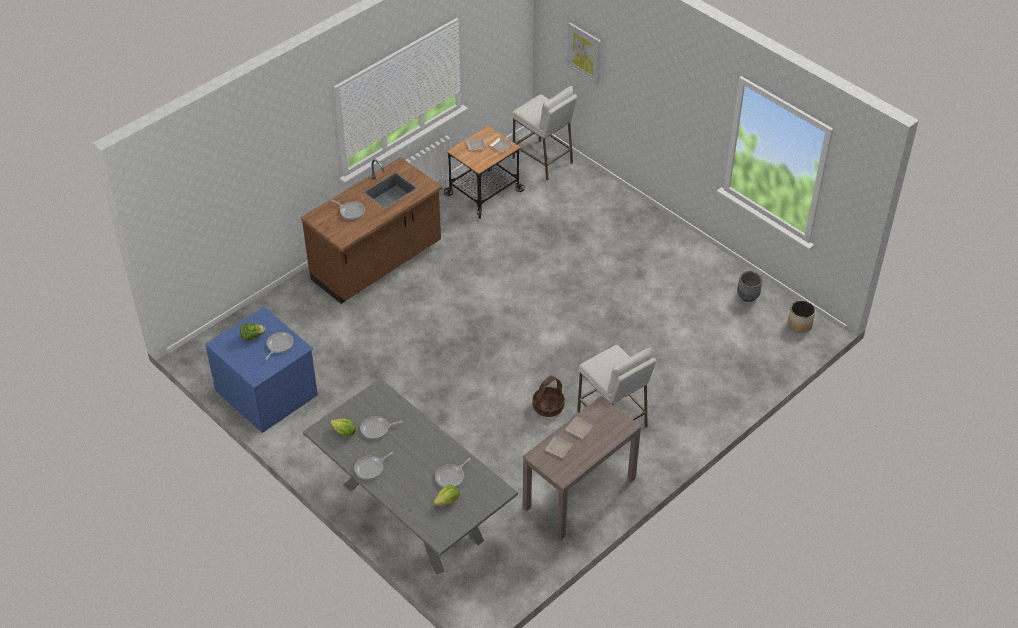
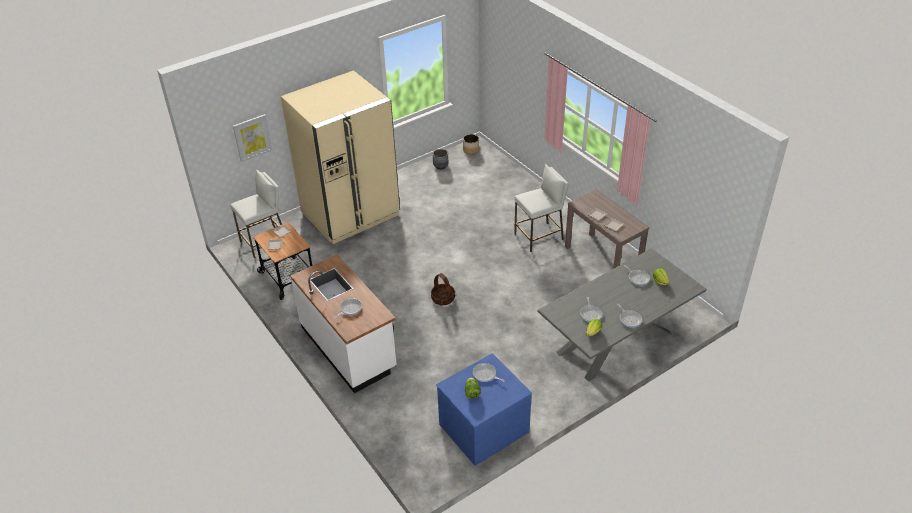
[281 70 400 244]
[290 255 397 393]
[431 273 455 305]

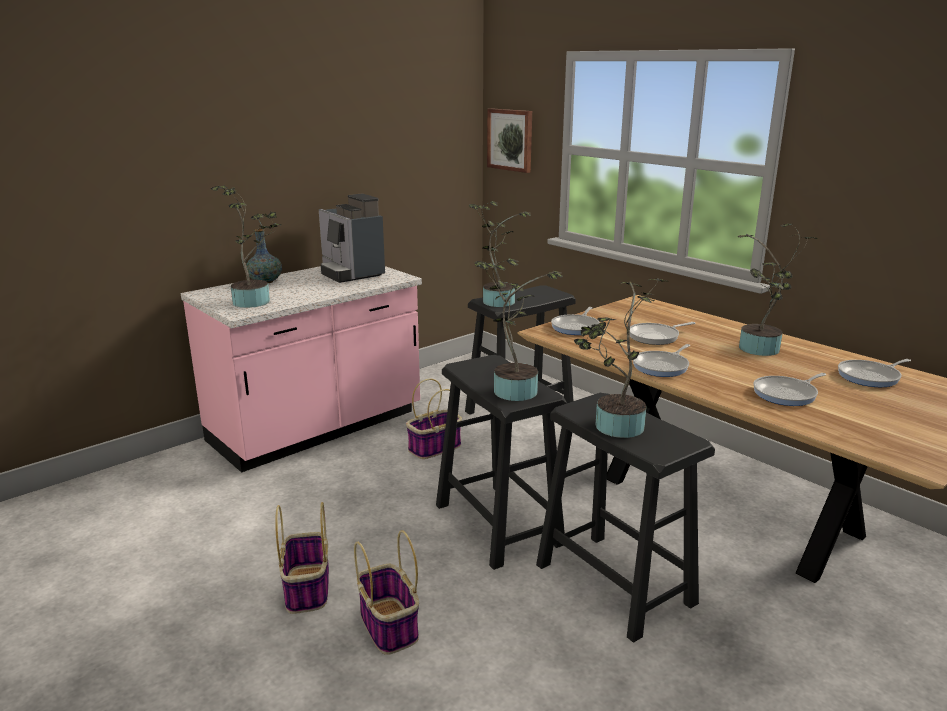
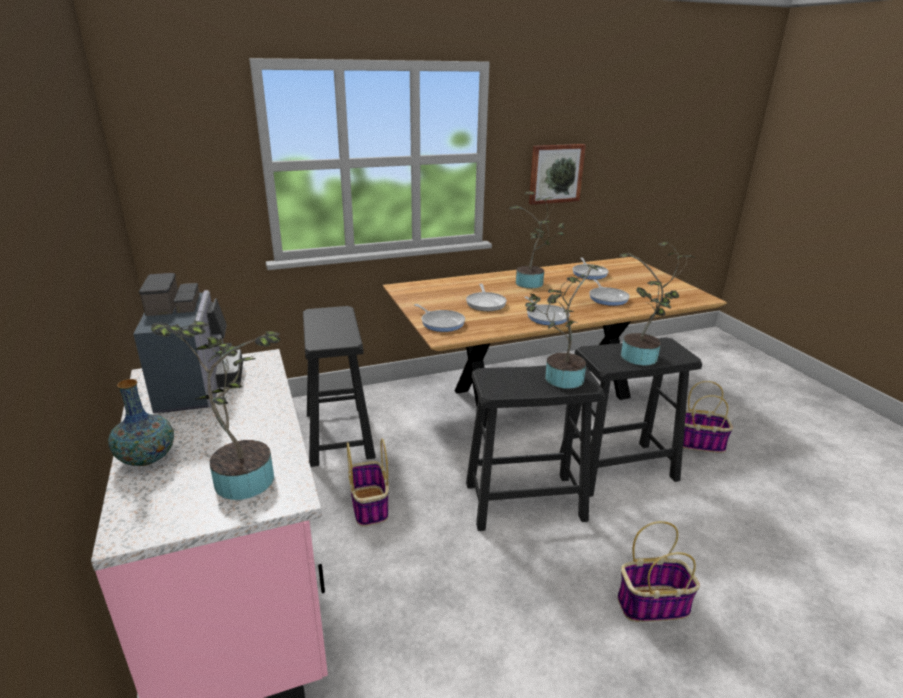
[134 273 243 413]
[529 144 586 205]
[683 381 733 453]
[469 201 531 307] (first image)

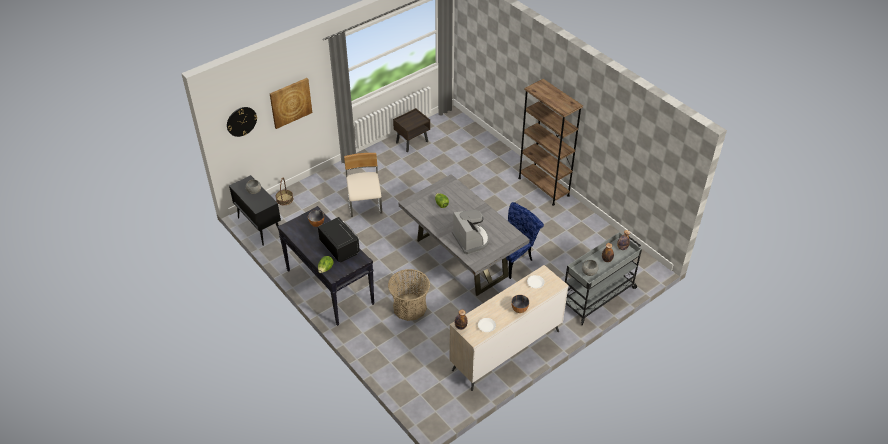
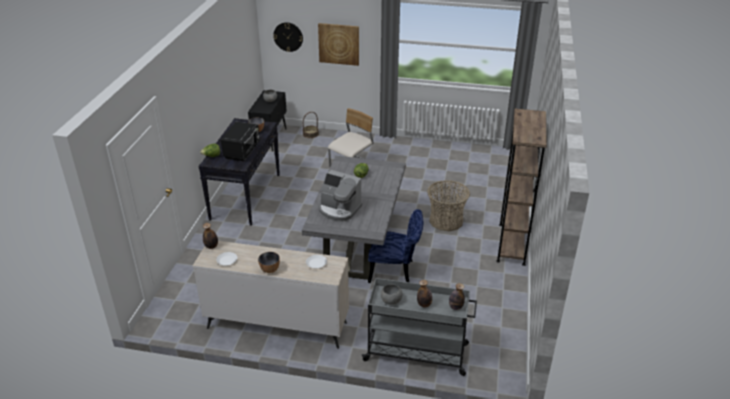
[319 170 362 222]
[427 180 470 231]
[393 108 430 152] (first image)

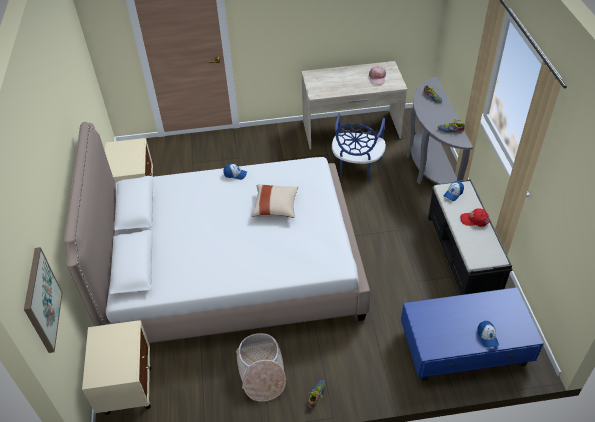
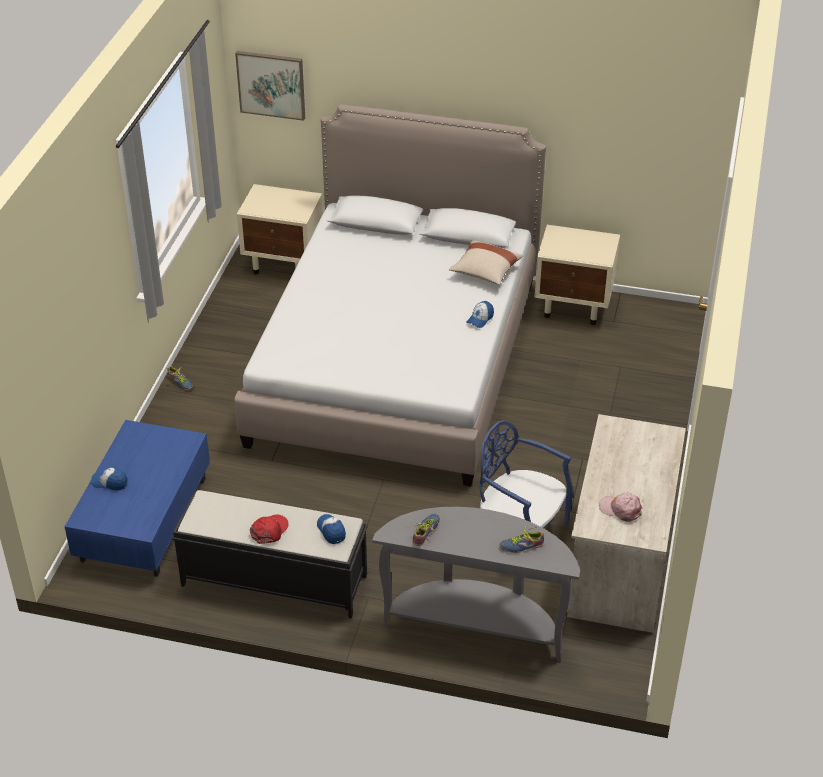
[449 240 523 285]
[236 333 286 402] (first image)

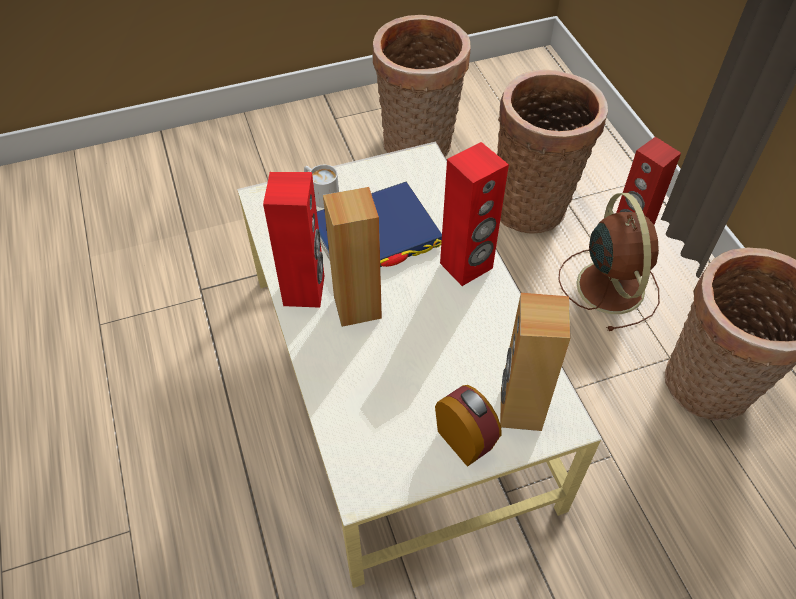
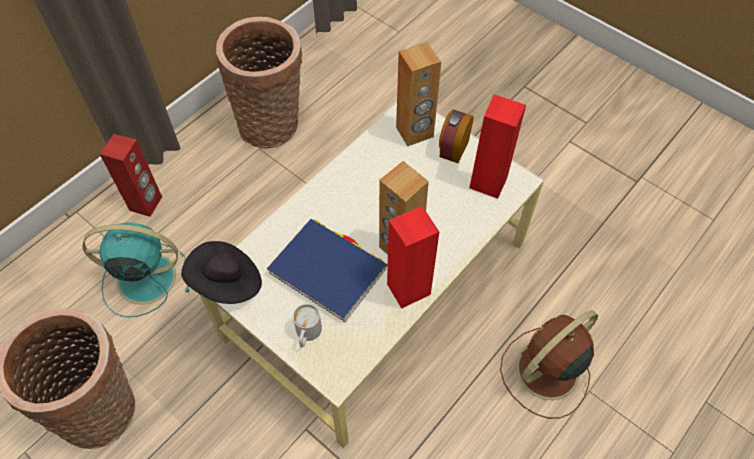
[82 222 189 317]
[181 241 262 304]
[469 94 526 199]
[500 310 598 419]

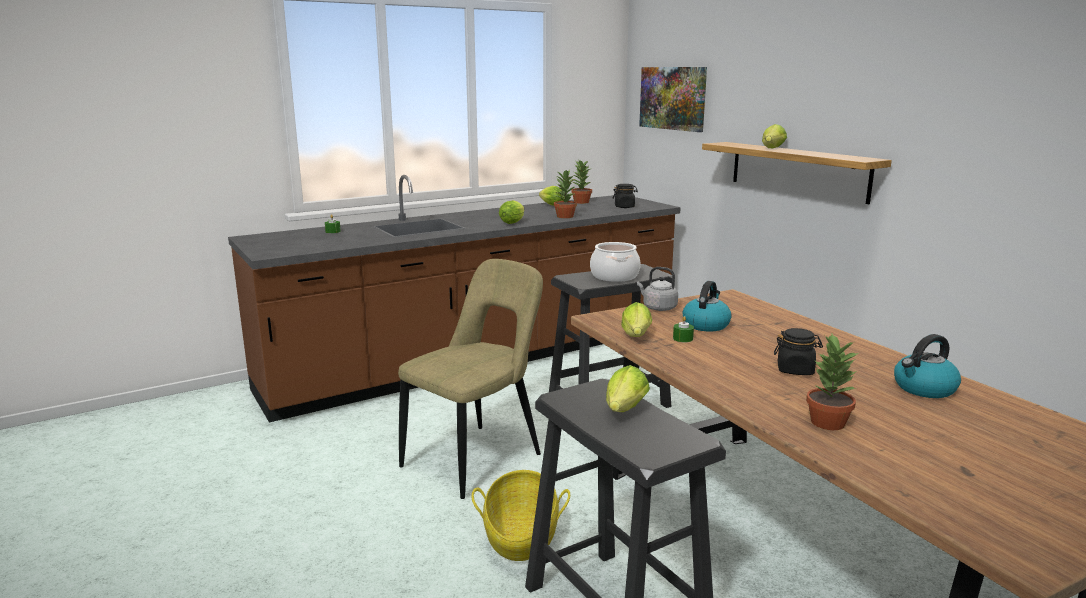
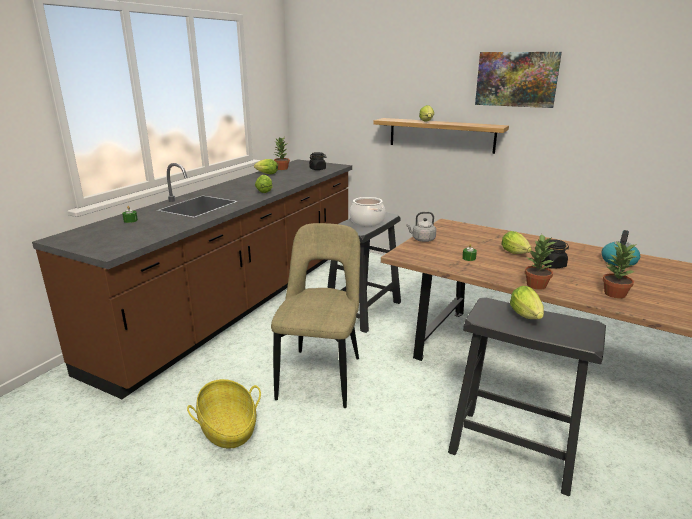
[187 379 261 449]
[475 52 562 108]
[501 231 532 254]
[525 235 556 290]
[683 281 732 332] (first image)

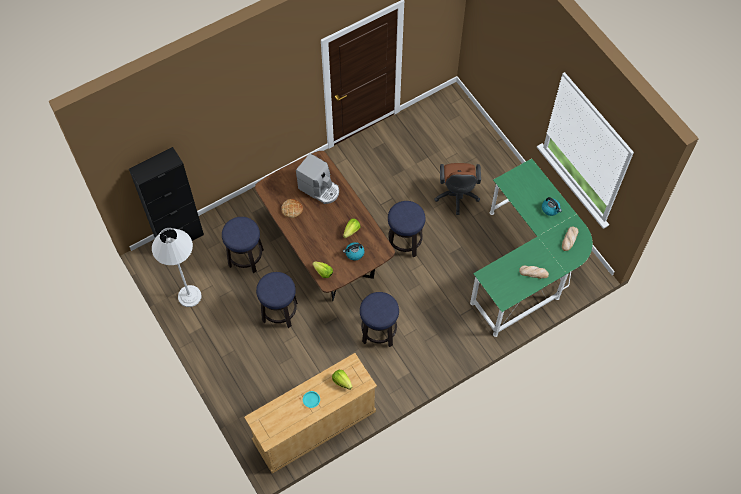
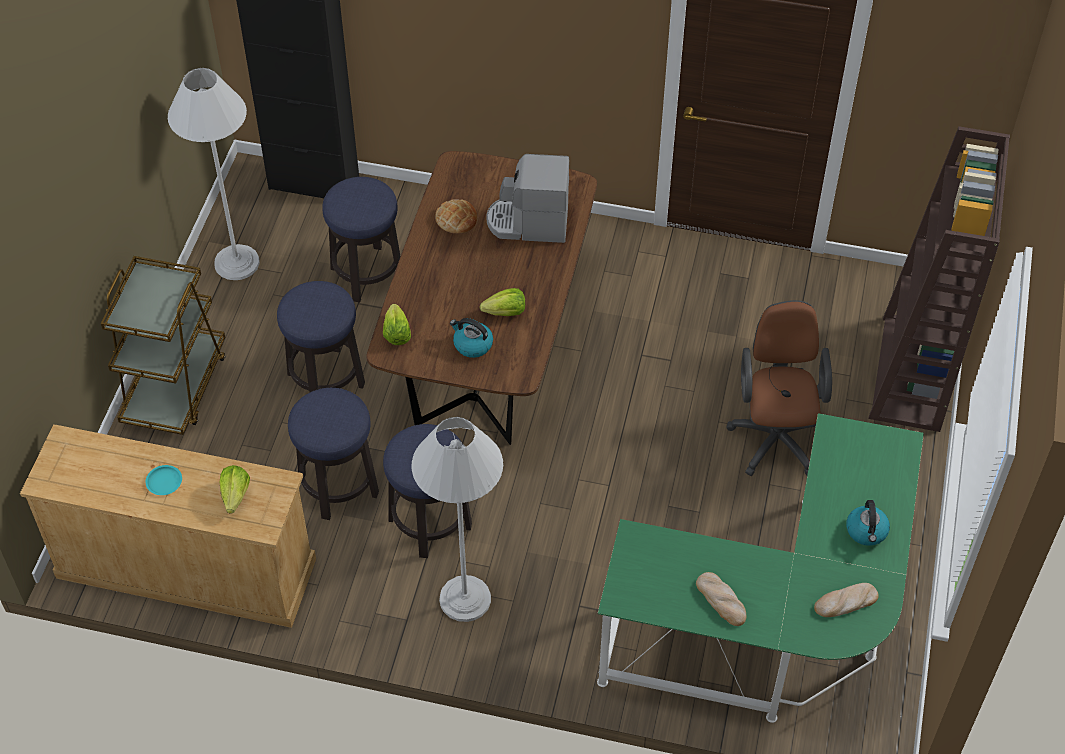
[101 256 226 435]
[288 388 379 520]
[411 417 503 622]
[486 154 569 243]
[726 300 832 476]
[868 126 1010 432]

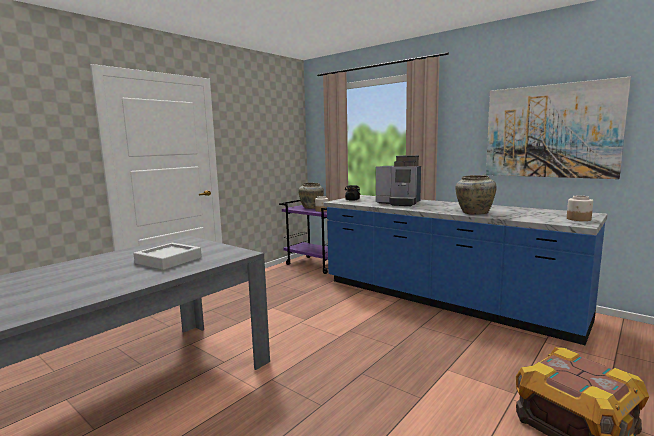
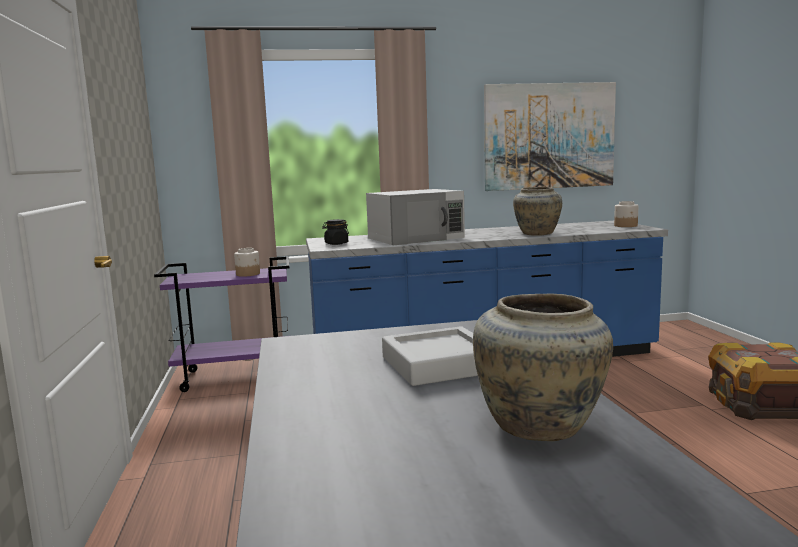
[366 189 465 245]
[473 293 613 441]

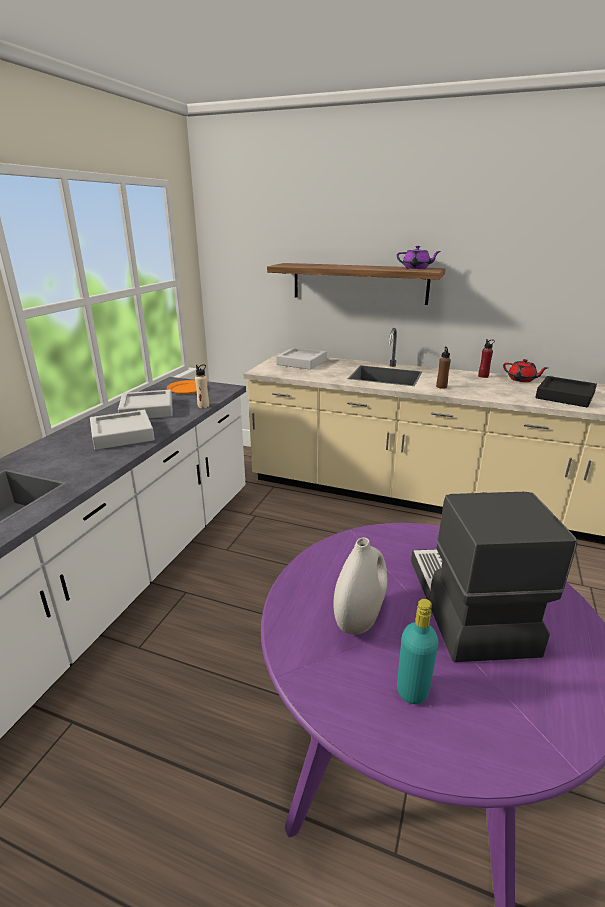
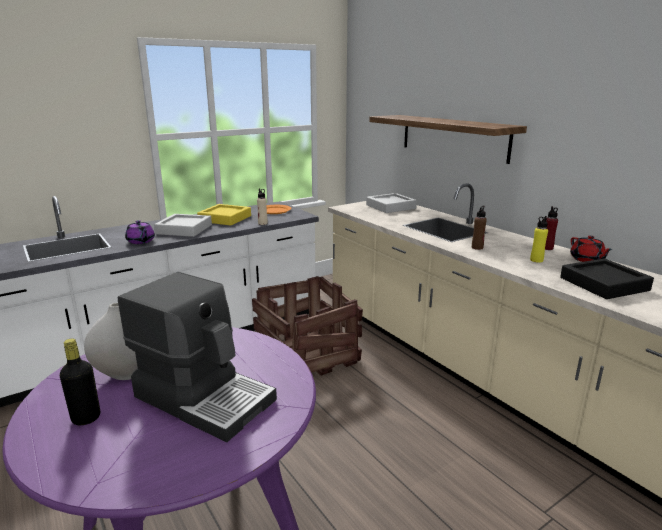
[60 339 100 425]
[118 272 277 442]
[125 220 155 244]
[197 204 251 226]
[252 276 363 376]
[530 216 548 263]

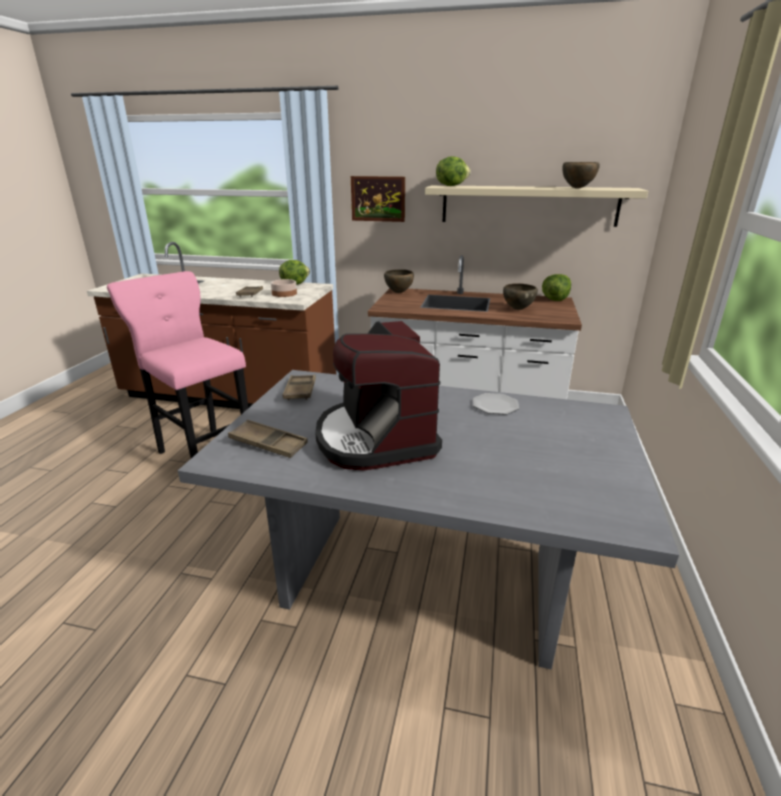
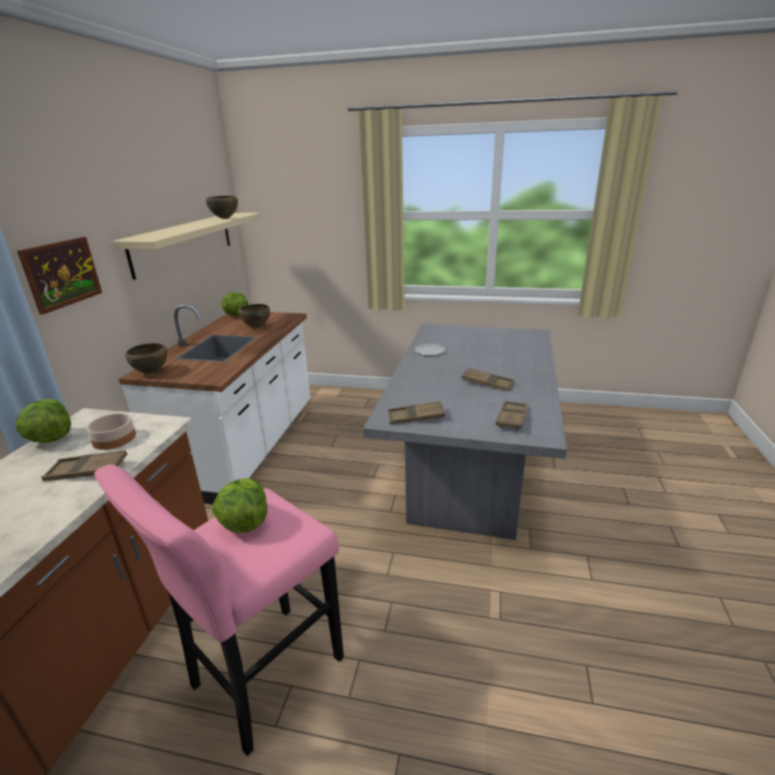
[213 478 267 533]
[462 368 514 391]

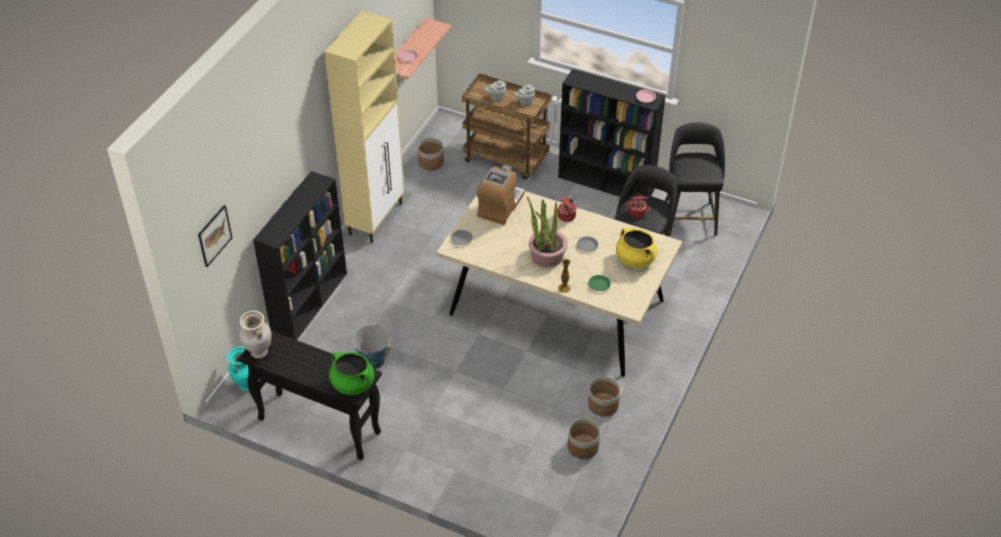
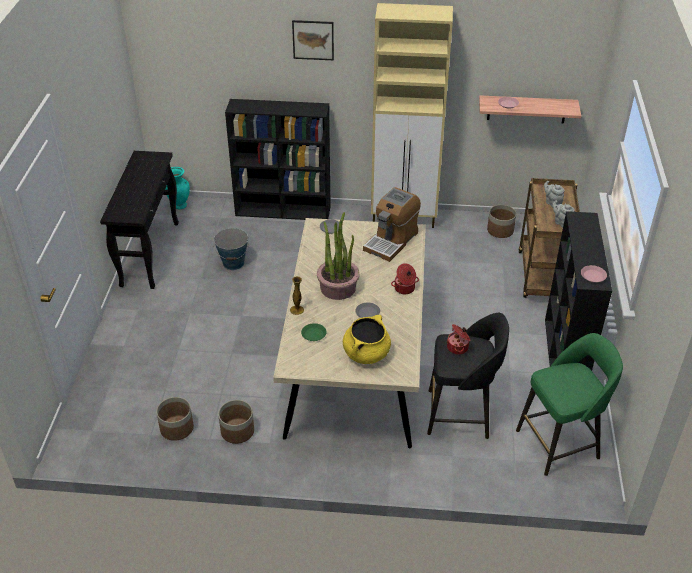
[292 20 334 60]
[363 187 421 262]
[516 333 623 476]
[239 310 272 359] (first image)
[329 352 375 395] (first image)

